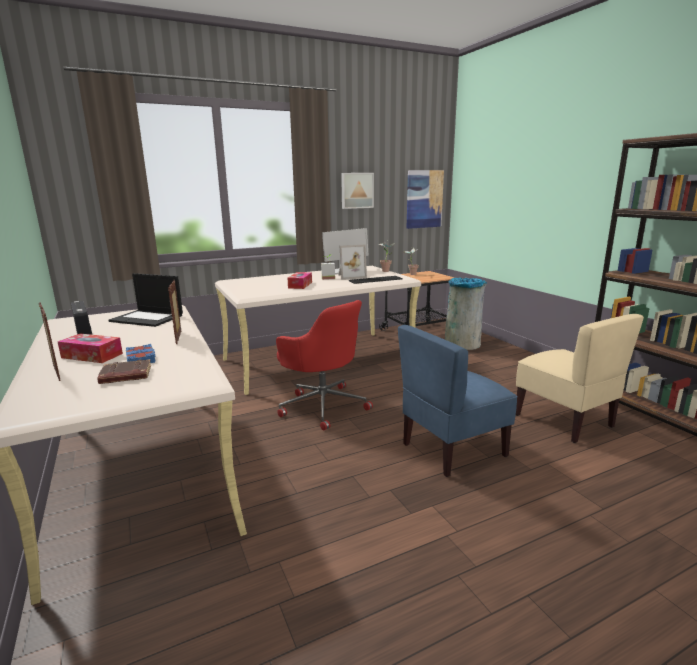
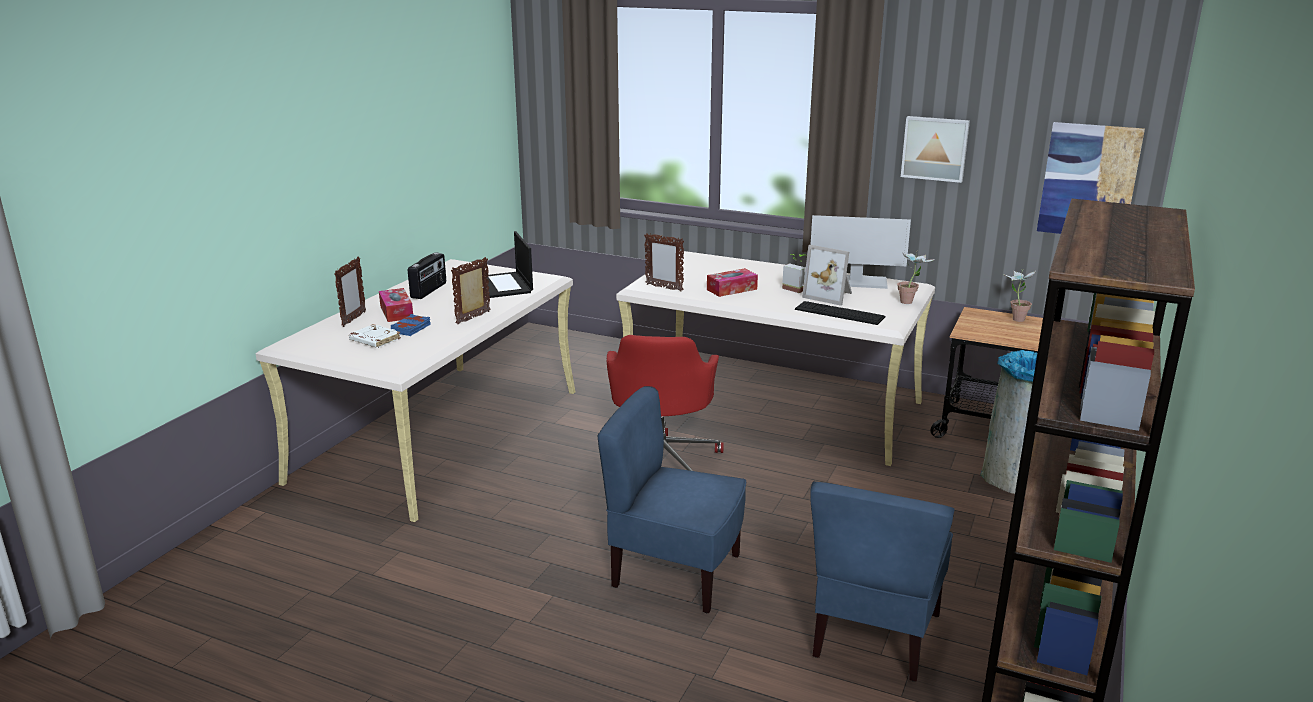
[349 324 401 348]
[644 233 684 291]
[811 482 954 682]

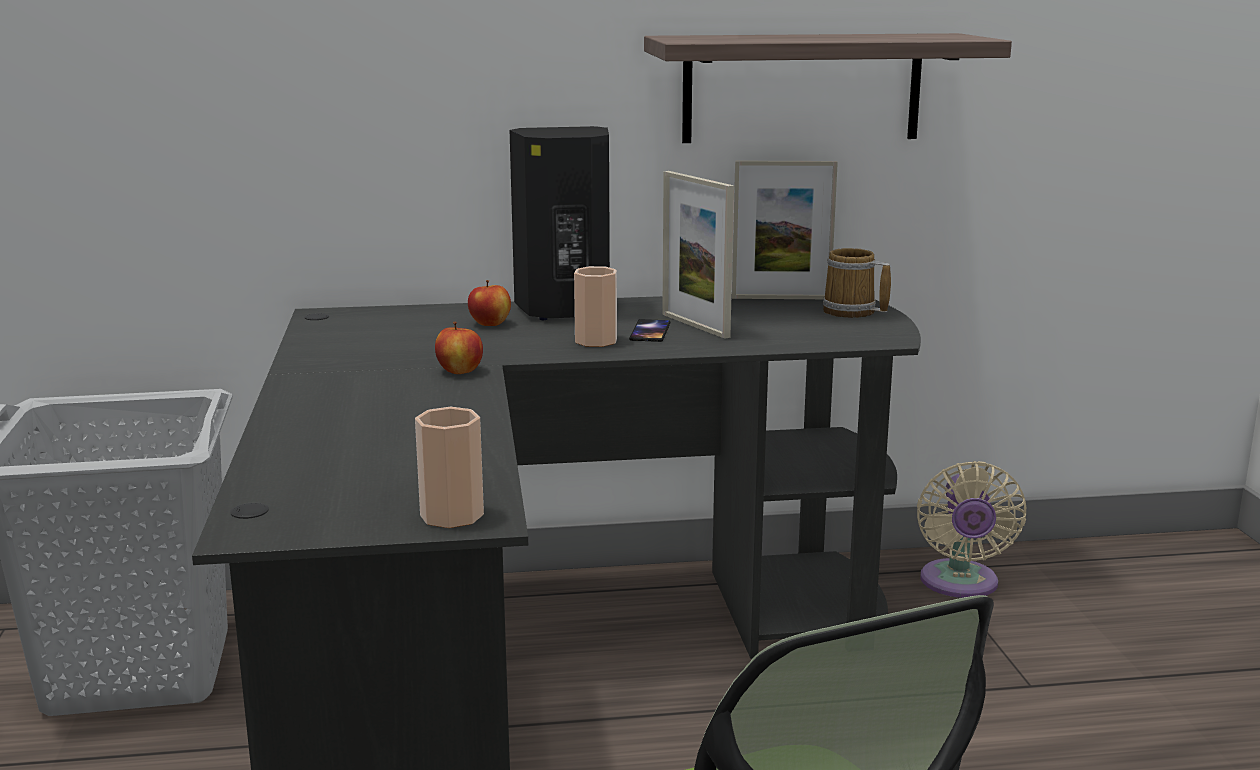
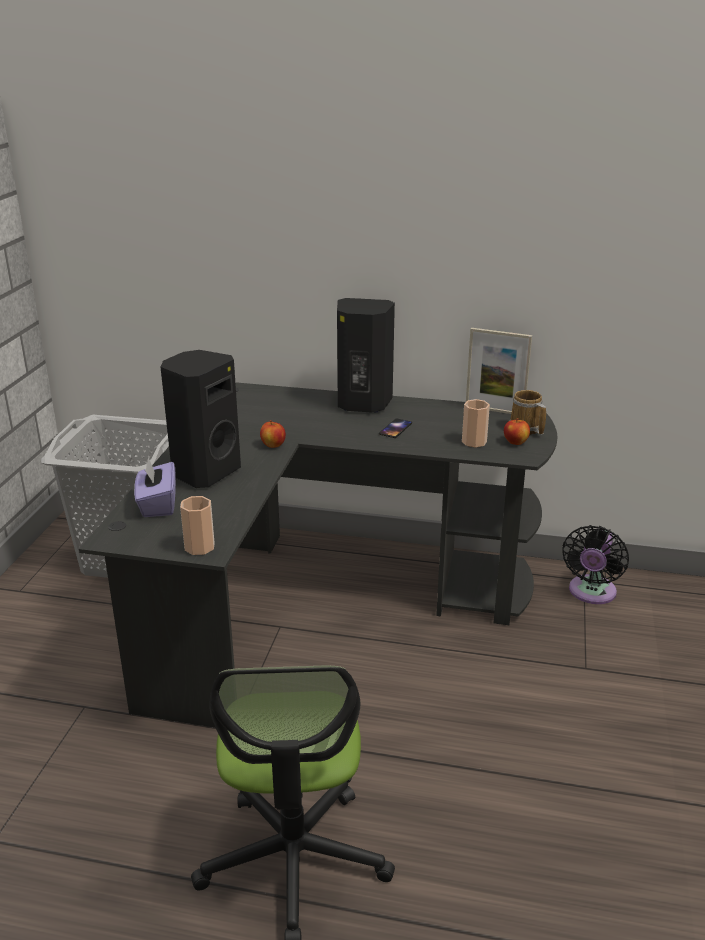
[134 458 176 517]
[161 350 241 488]
[462 399 490 447]
[504 418 530 445]
[562 525 629 604]
[644 33 1012 143] (first image)
[662 171 734 339] (first image)

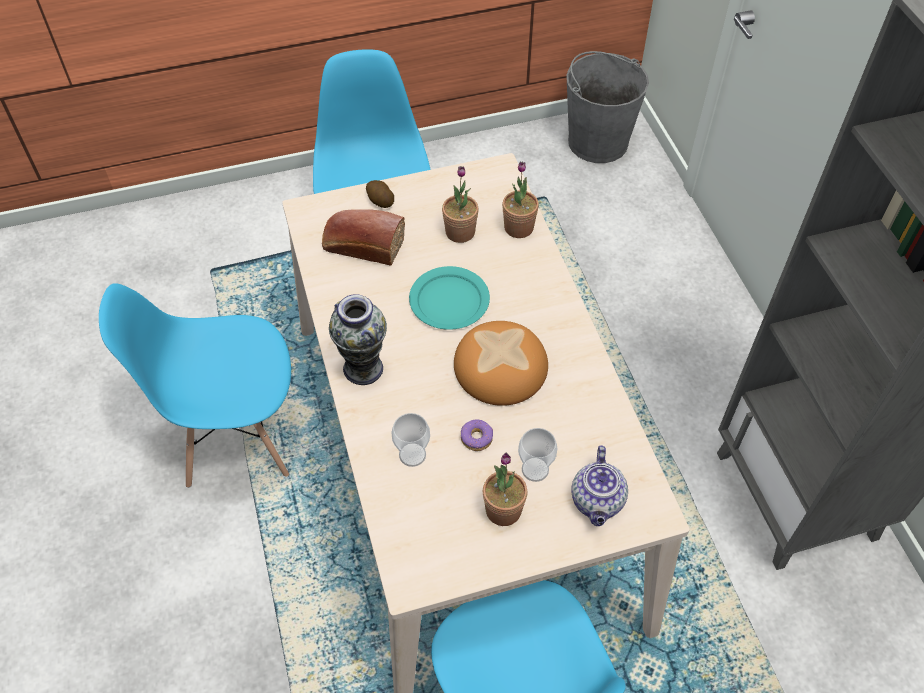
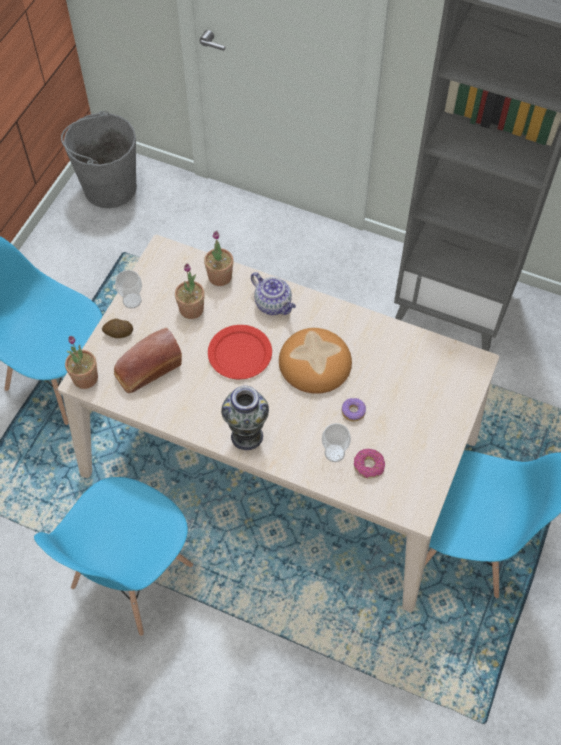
[65 336 98 389]
[115 270 142 309]
[208 325 272 379]
[251 272 296 315]
[354 449 385 479]

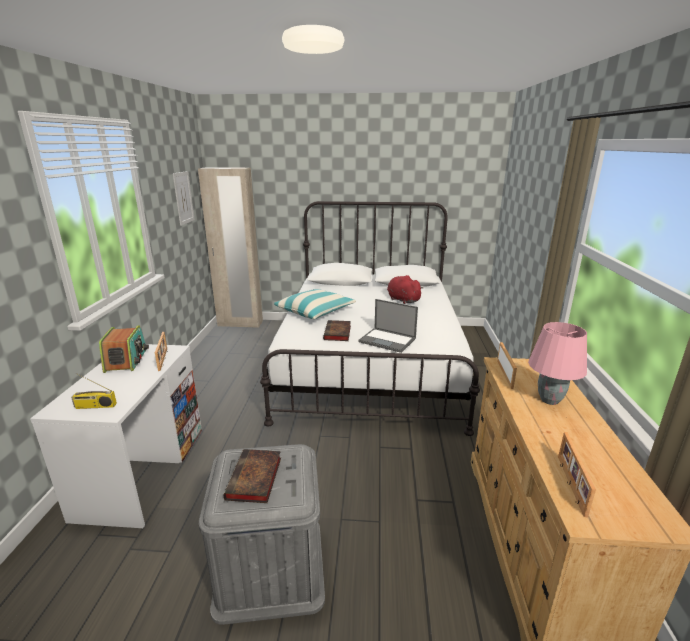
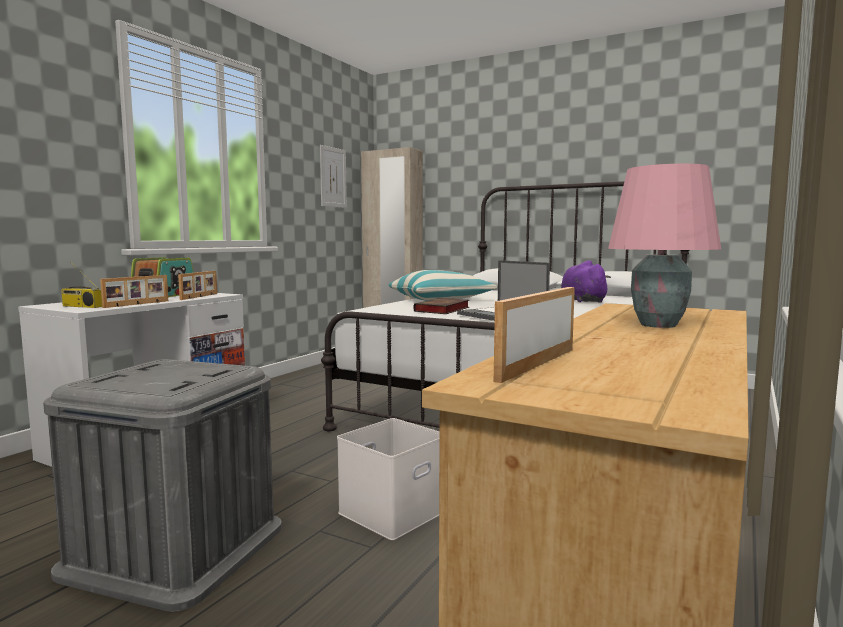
[100 275 168 308]
[337 418 440 540]
[561 260 611 303]
[223 449 281 503] (first image)

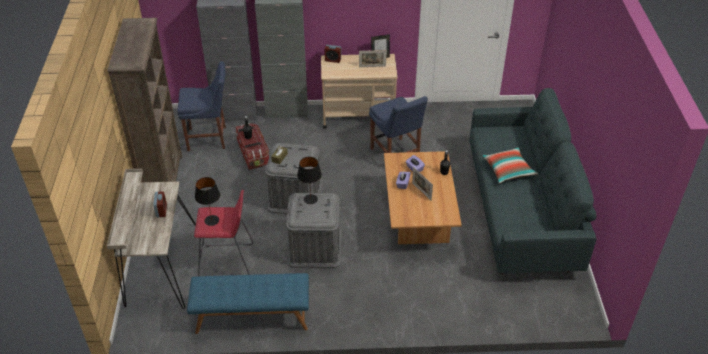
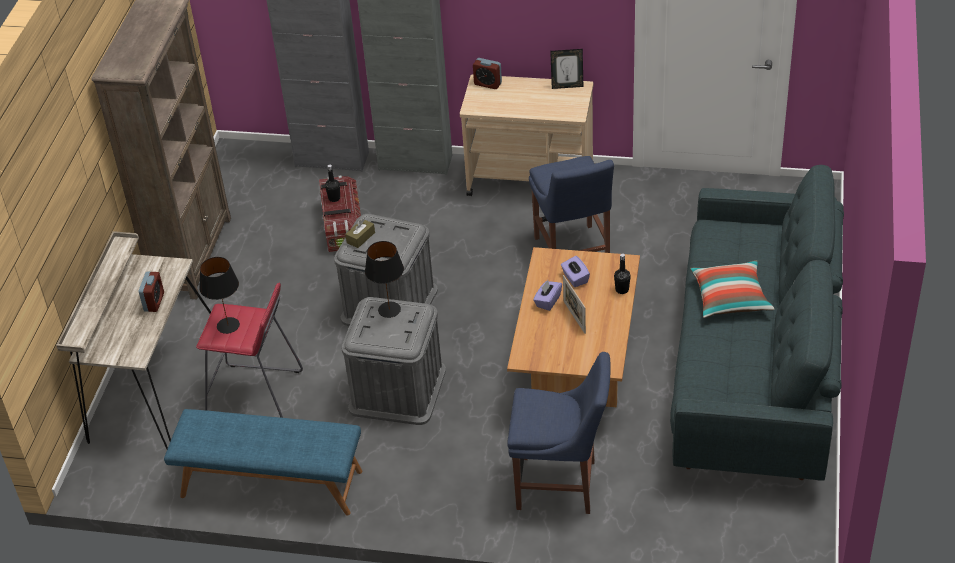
[507 352 610 514]
[359 50 387 67] (first image)

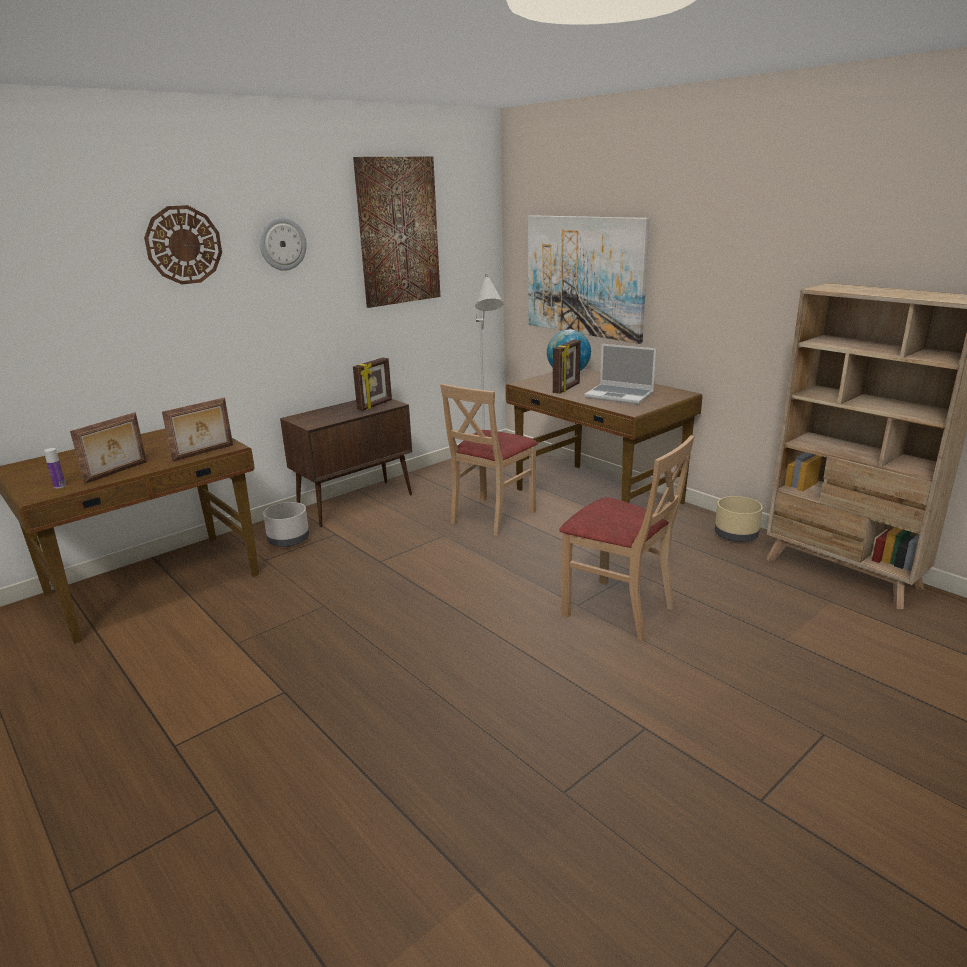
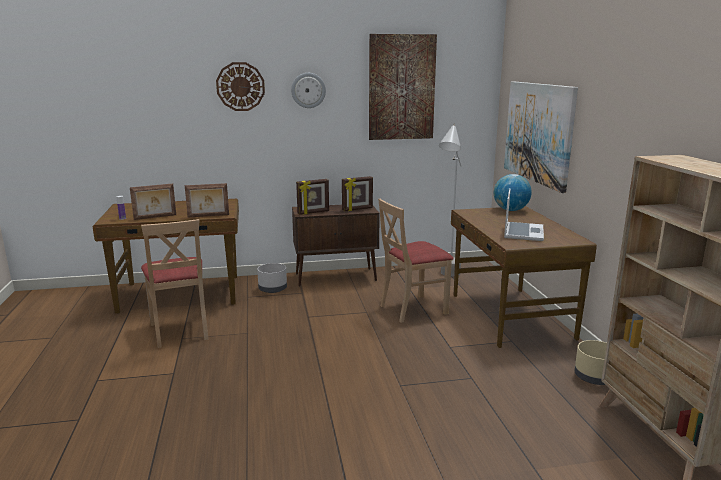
[141 219 208 348]
[296 179 329 215]
[504 188 544 241]

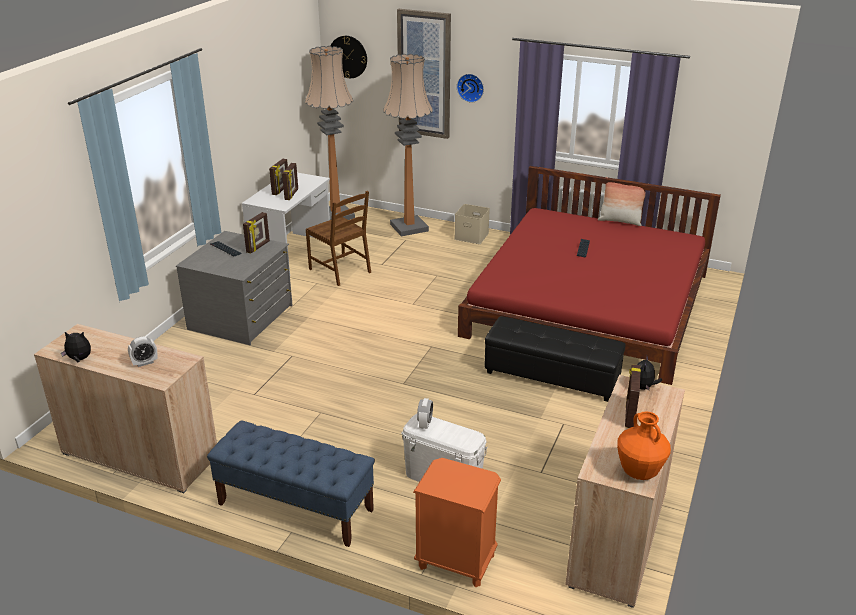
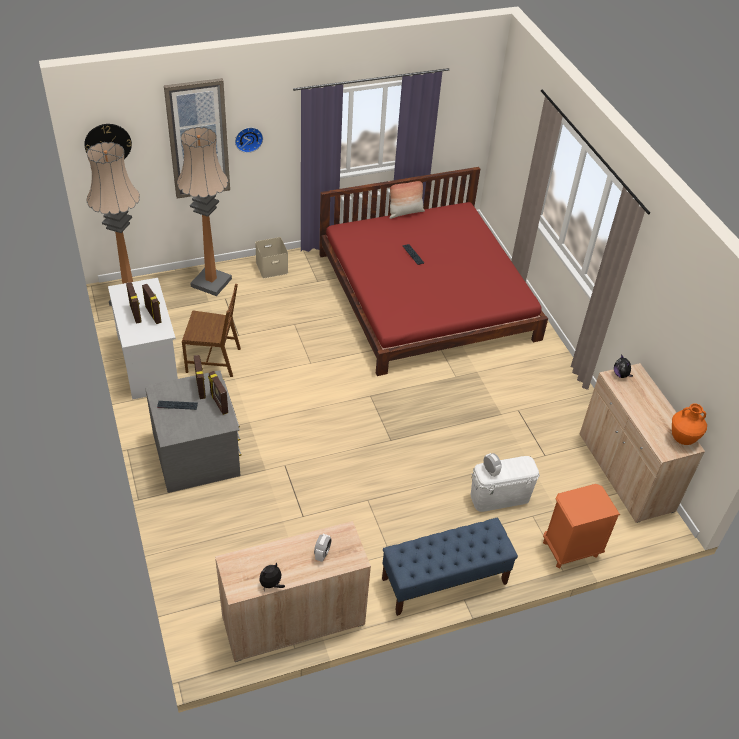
[208 371 228 415]
[484 316 626 402] (first image)

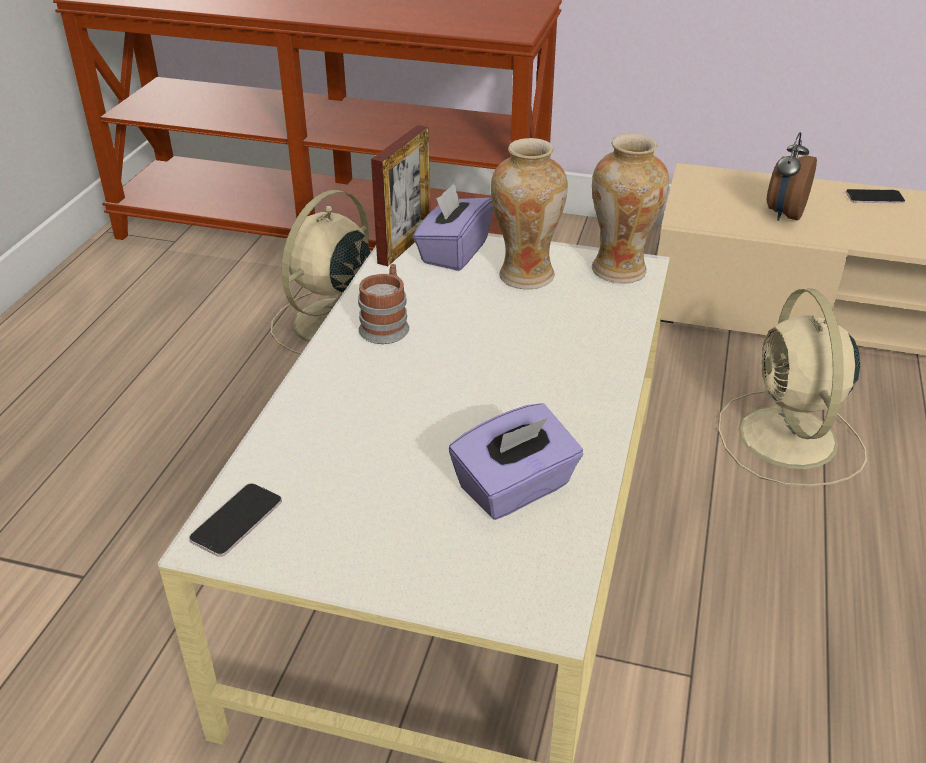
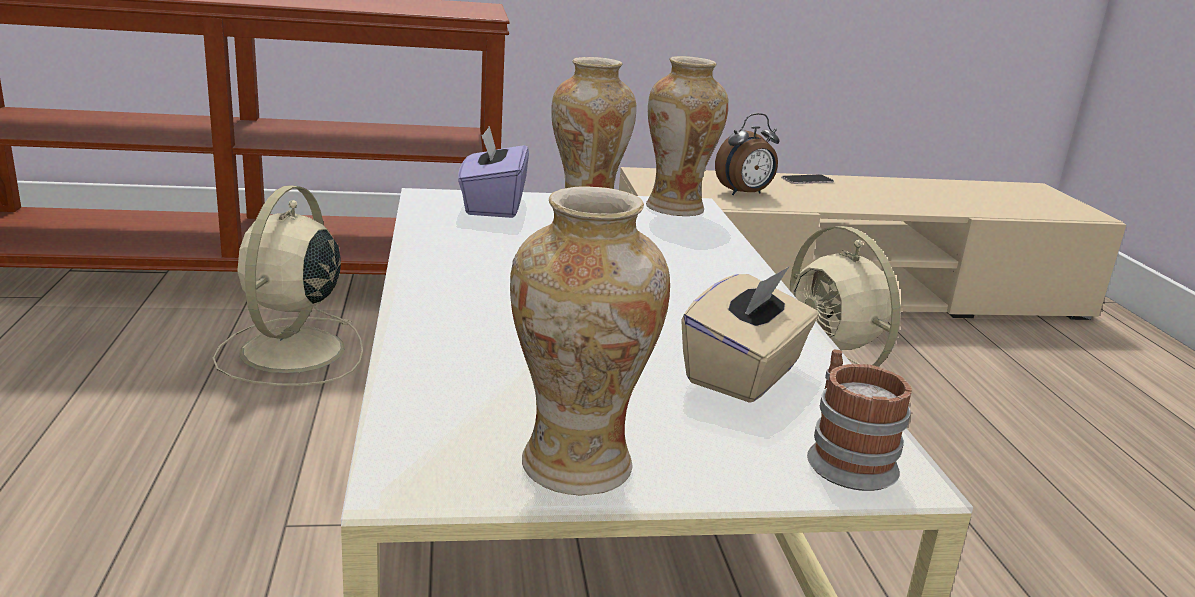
[510 187 670 496]
[681 266 819 403]
[715 113 780 195]
[807 349 912 491]
[189 483 282 557] (first image)
[371 125 430 266] (first image)

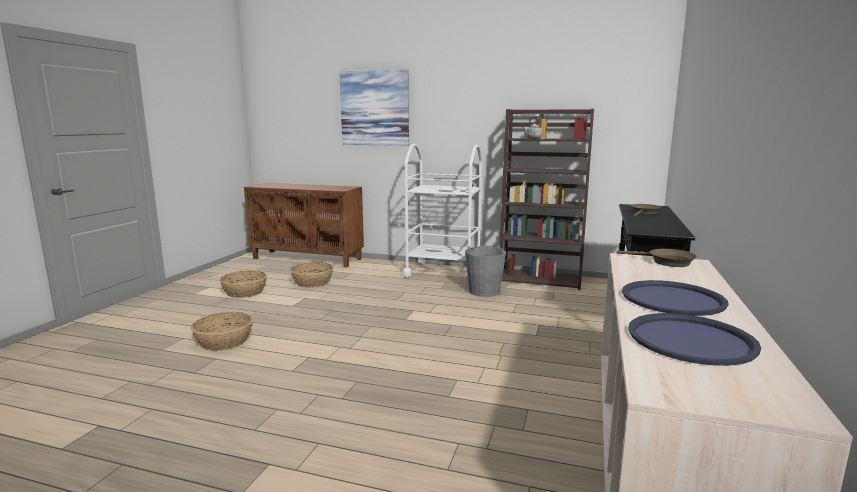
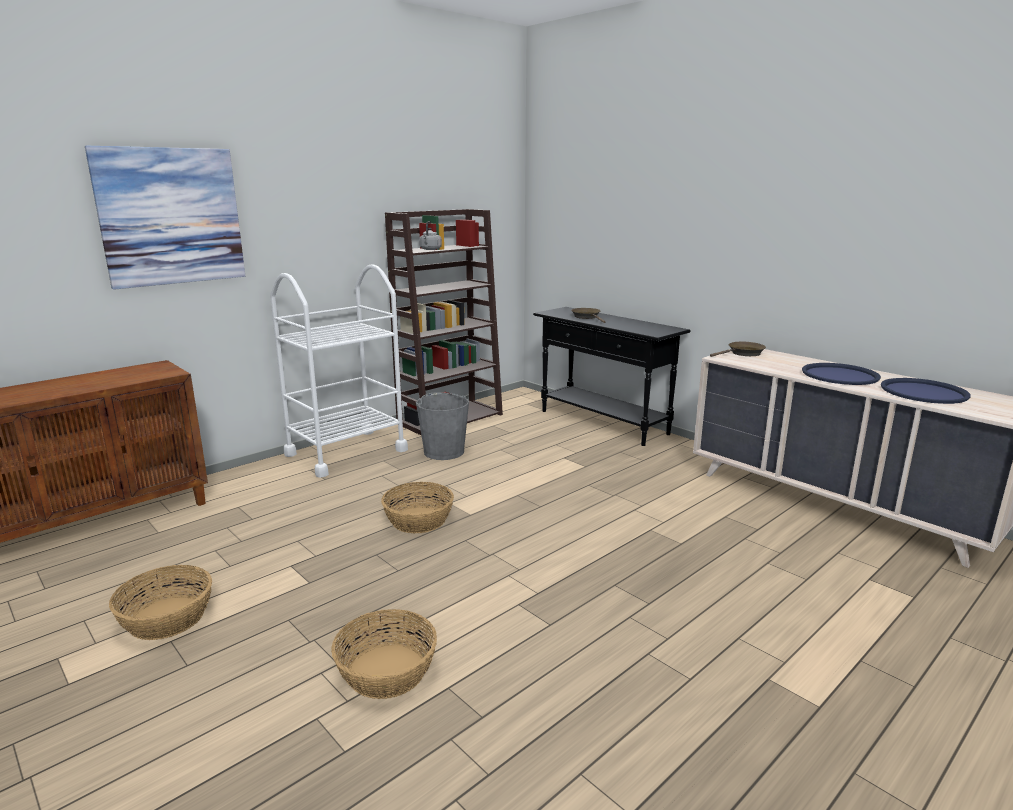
[381 482 454 533]

